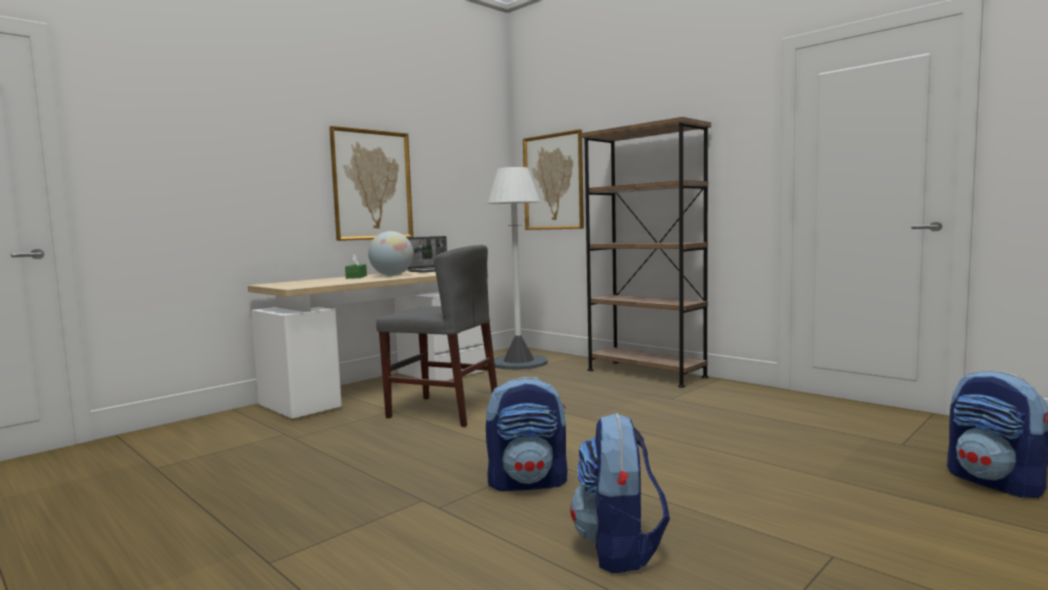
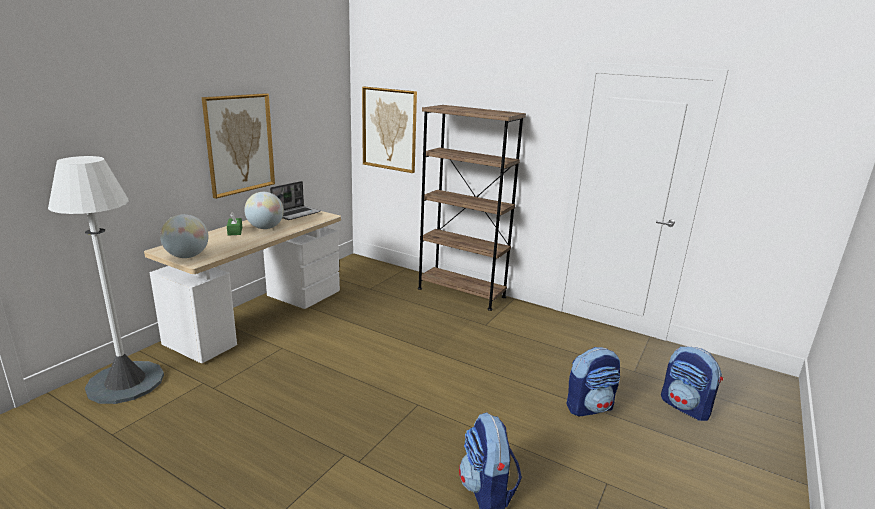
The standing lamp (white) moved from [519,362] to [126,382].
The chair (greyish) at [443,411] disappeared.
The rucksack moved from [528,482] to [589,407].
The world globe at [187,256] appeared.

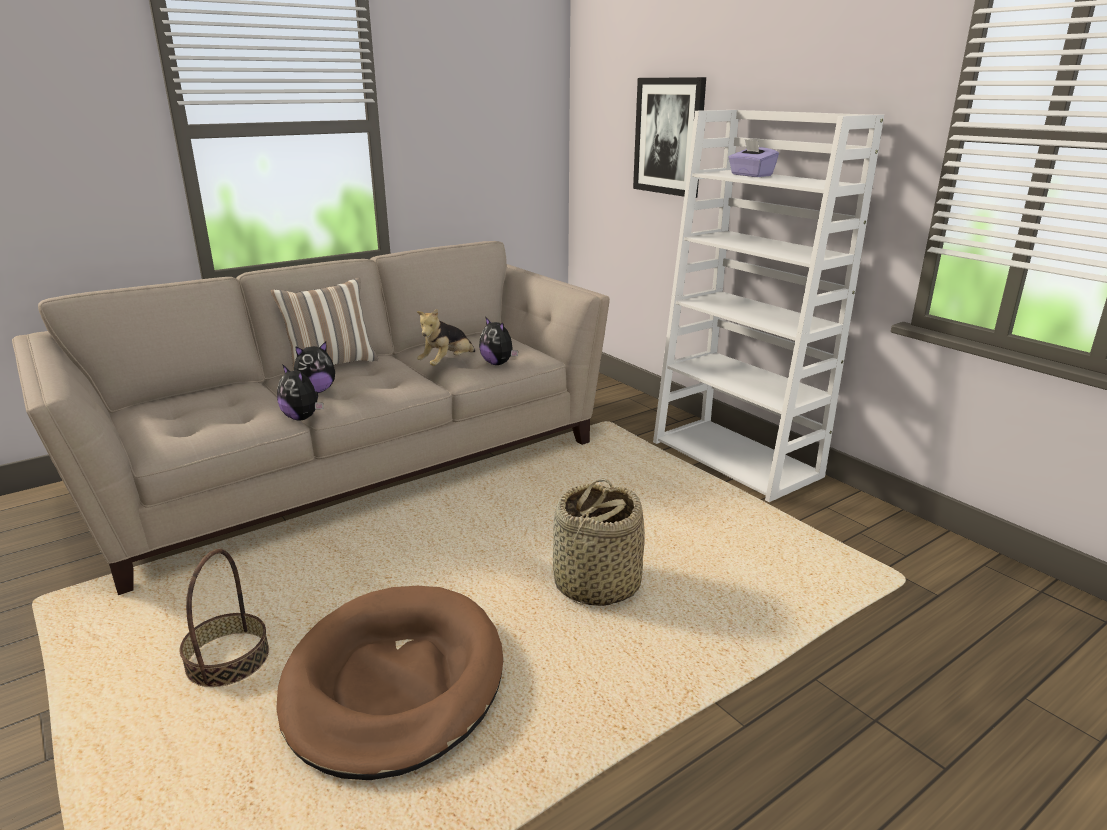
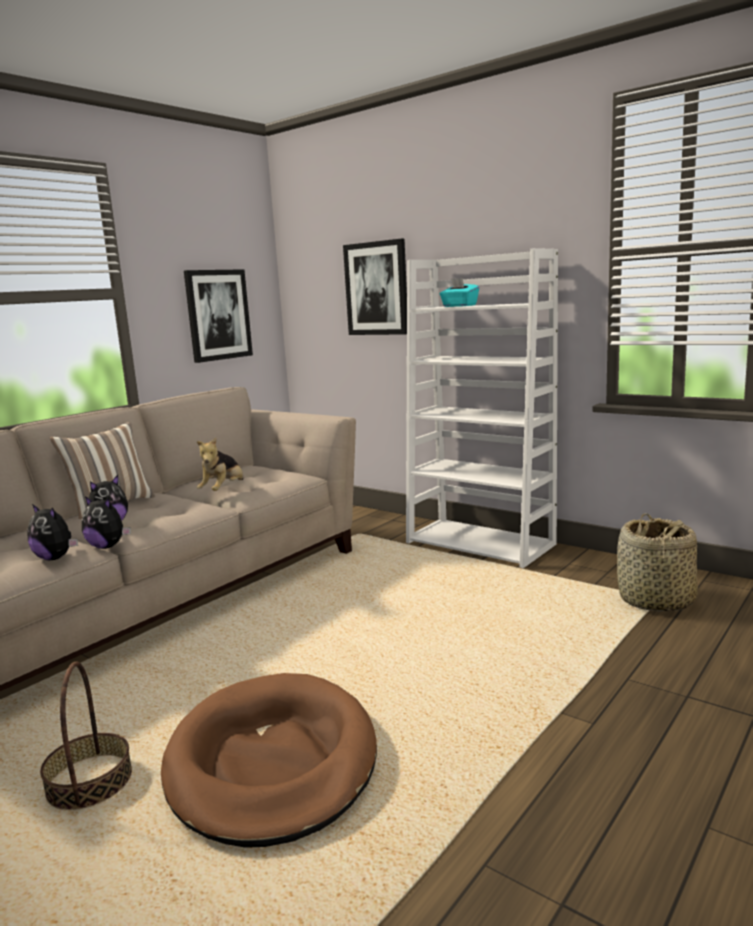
The tissue box (purplish) at [751,175] became the tissue box (turquoise-coloured) at [459,306].
The soft toy moved from [498,363] to [55,558].
The storage basket moved from [596,584] to [655,600].
The wall art at [218,315] appeared.

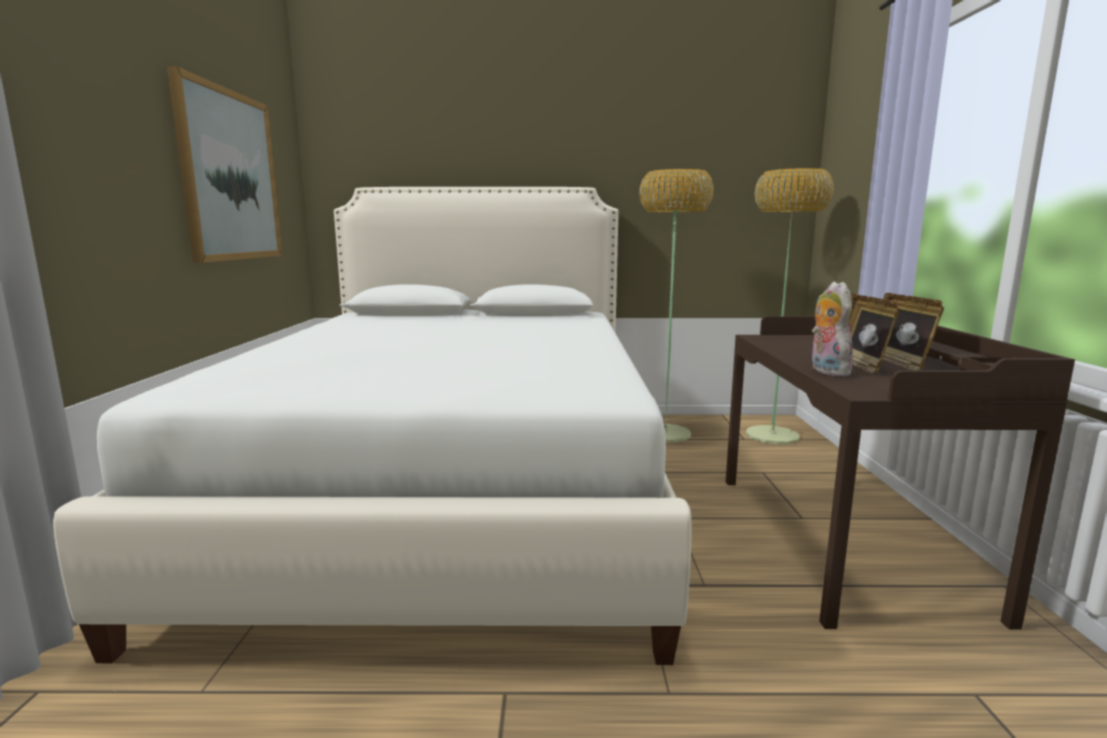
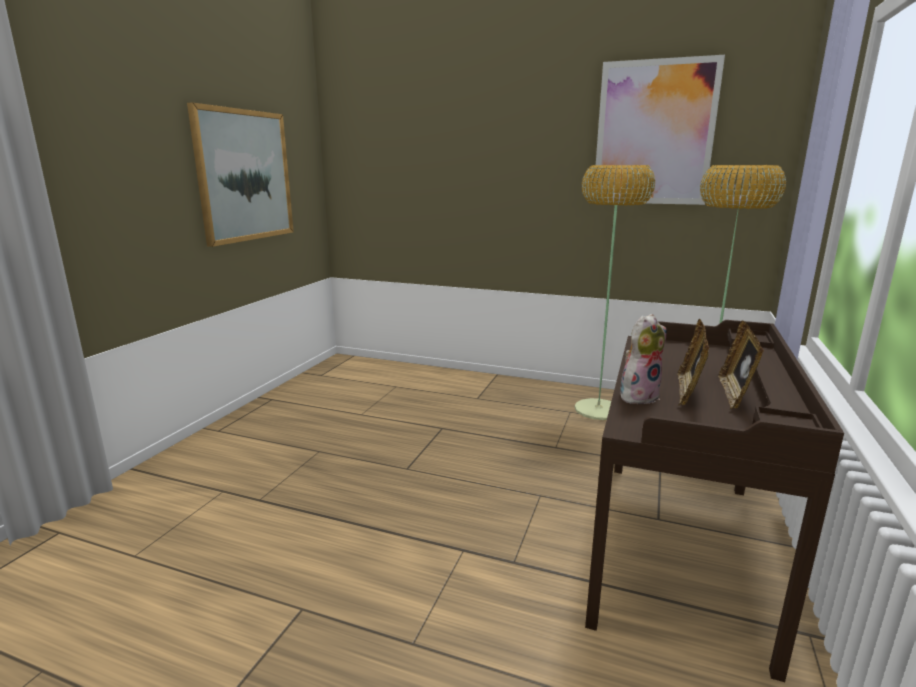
The bed (white) at [453,490] disappeared.
The soft toy at [826,371] turned 45 degrees clockwise.
The wall art at [654,133] appeared.

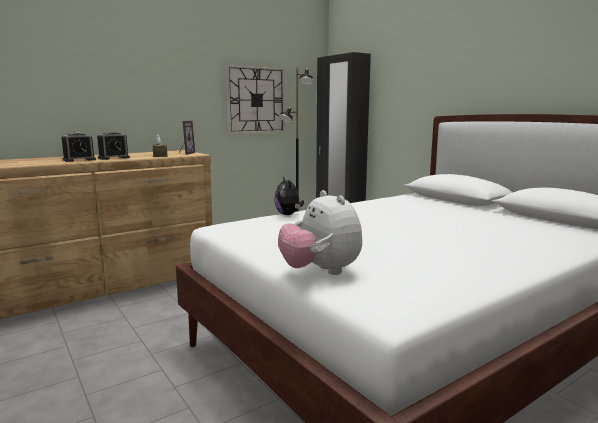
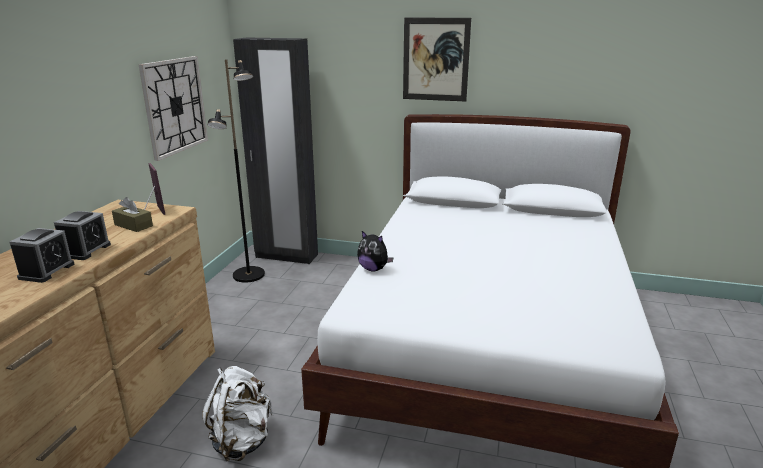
The soft toy at [320,271] disappeared.
The wall art at [435,59] appeared.
The rucksack (white) at [242,440] appeared.

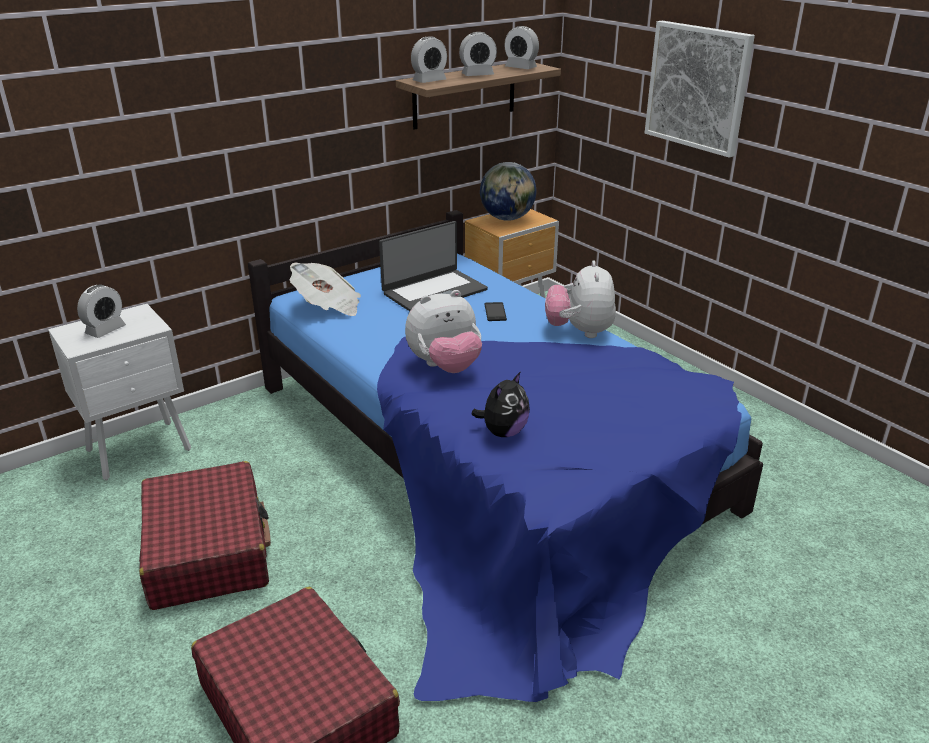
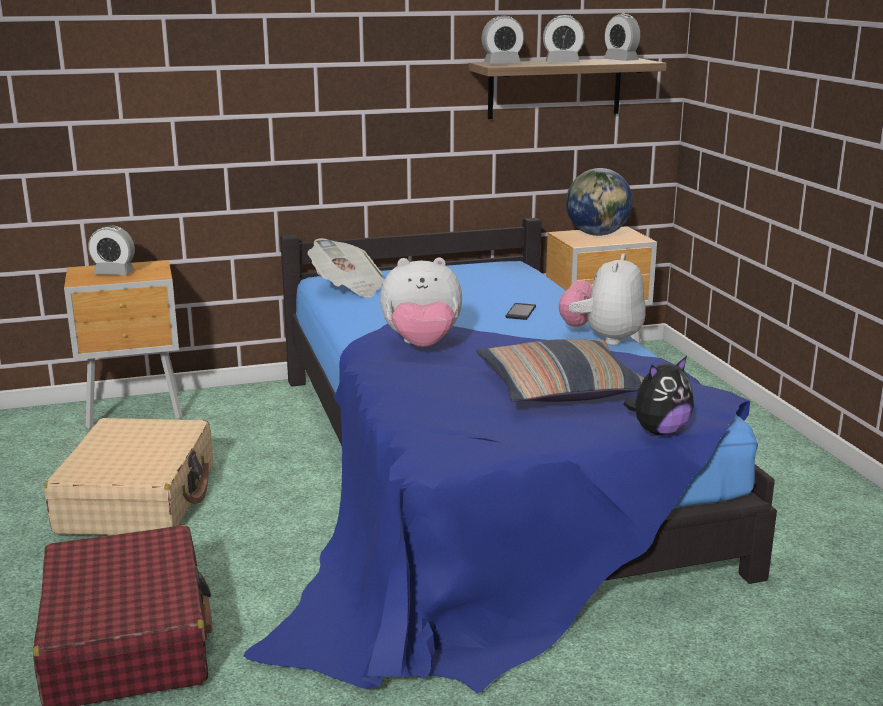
The wall art at [698,87] disappeared.
The portable computer at [434,291] disappeared.
The alarm clock at [105,330] turned 45 degrees clockwise.
The night table (white) at [142,450] became the night table (brown) at [136,412].
The soft toy moved from [503,432] to [659,431].
The piece of luggage (red) at [208,550] became the piece of luggage (beige-coloured) at [138,499].
The cushion at [560,388] appeared.

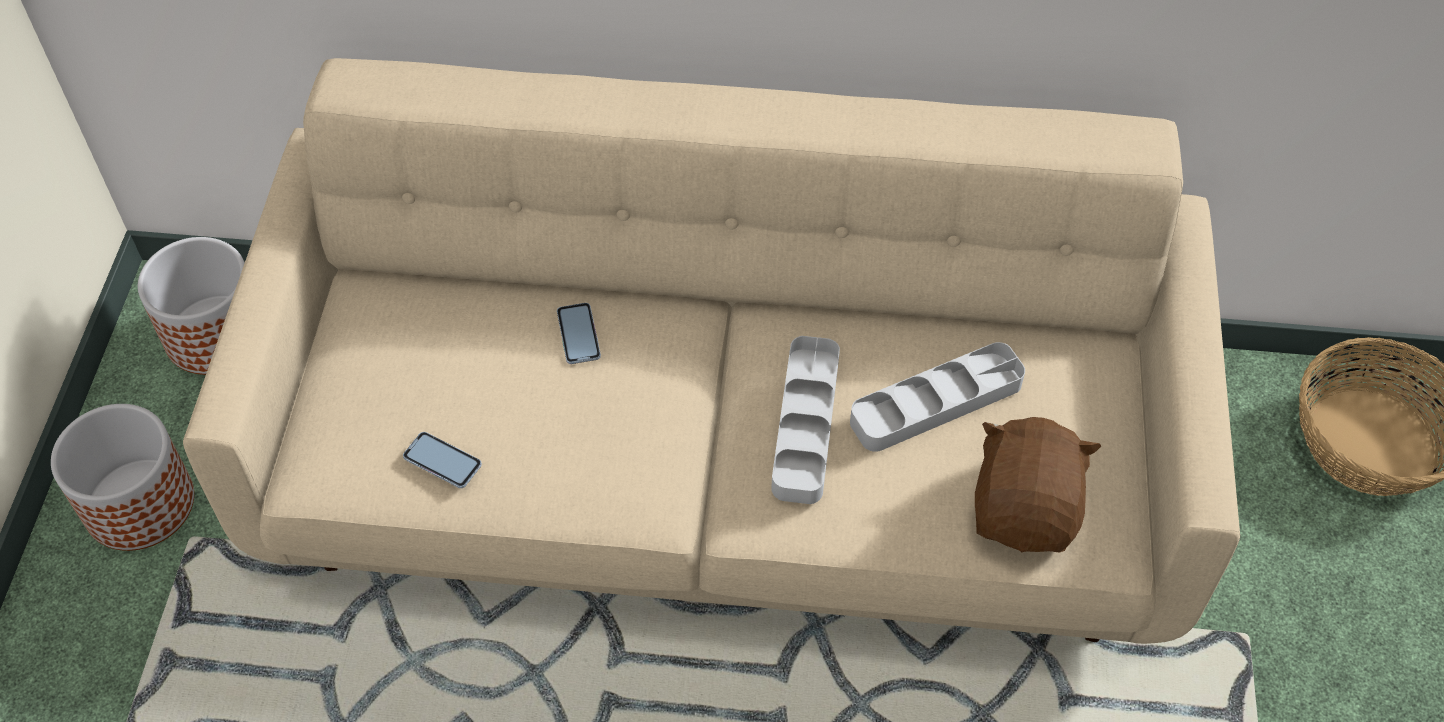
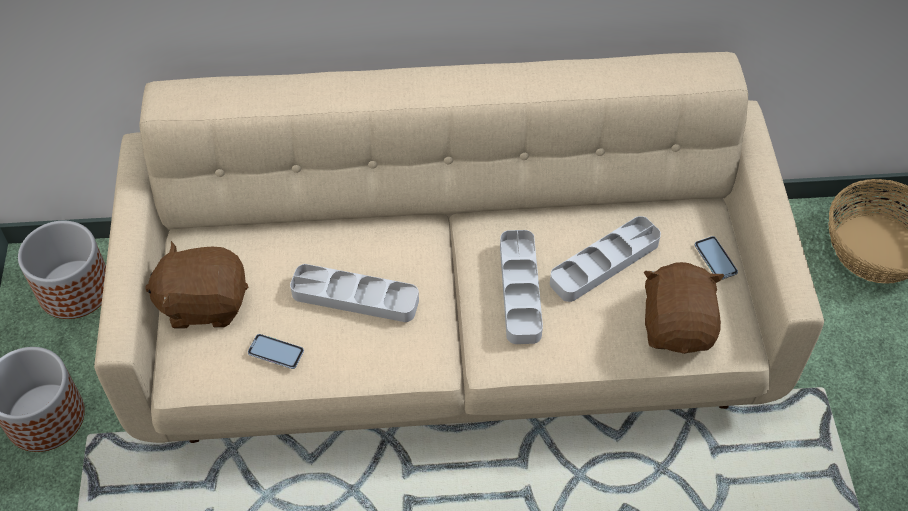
The handset moved from [578,334] to [715,258].
The soft toy (brown) at [204,303] appeared.
The tray (greyish) at [355,297] appeared.

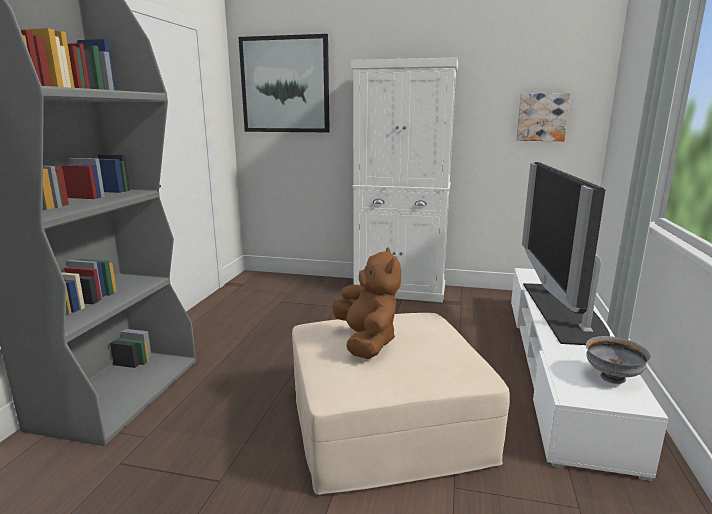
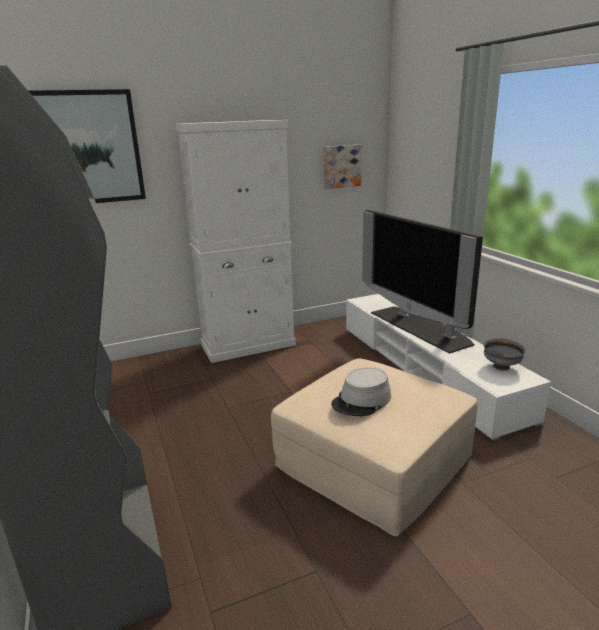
The soft toy (brown) at [366,342] was replaced by the hat (greyish) at [362,401].

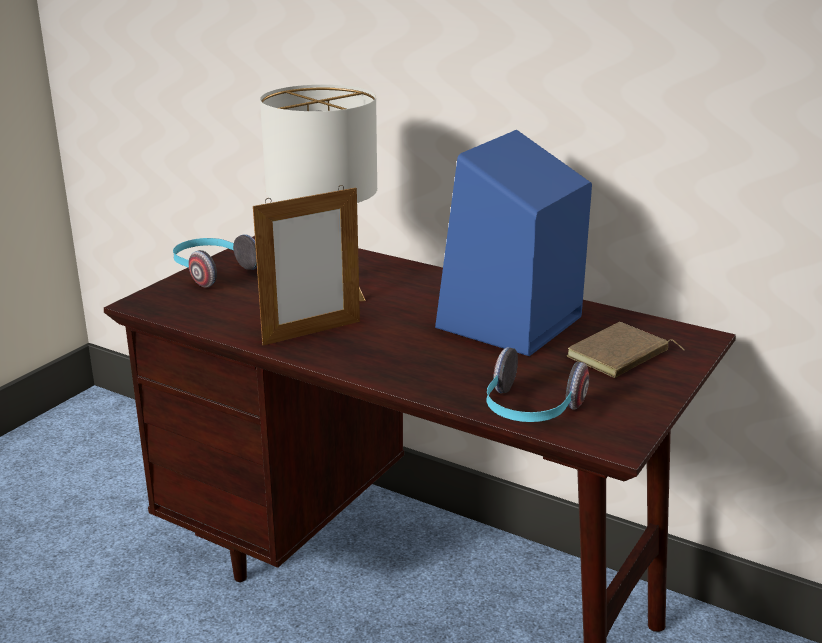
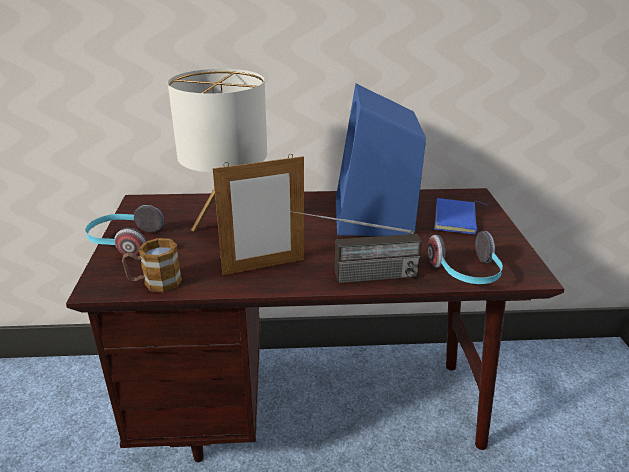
The picture frame at [312,332] turned 45 degrees clockwise.
The volume (brown) at [620,356] became the volume (blue) at [457,220].
The radio receiver at [354,277] appeared.
The coffee mug at [155,282] appeared.

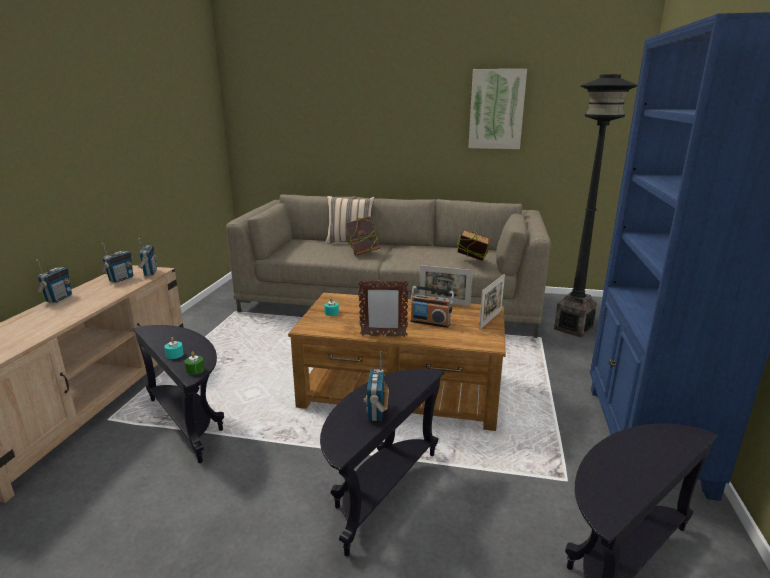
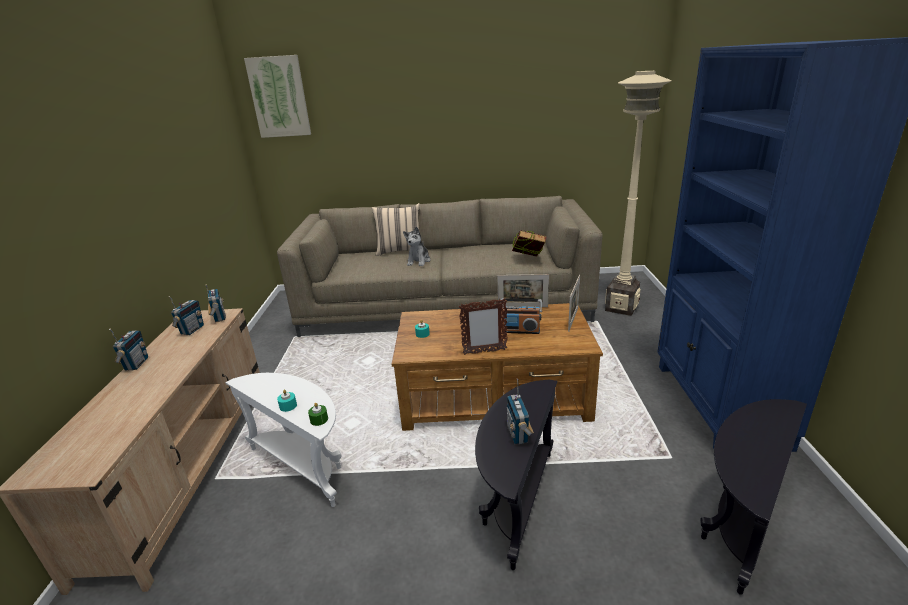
The wall art moved from [496,109] to [279,97].
The standing lamp (blackish) at [573,328] became the standing lamp (beige-coloured) at [621,307].
The volume at [363,252] was replaced by the soft toy at [419,261].
The accent table (blackish) at [190,422] became the accent table (white) at [303,465].

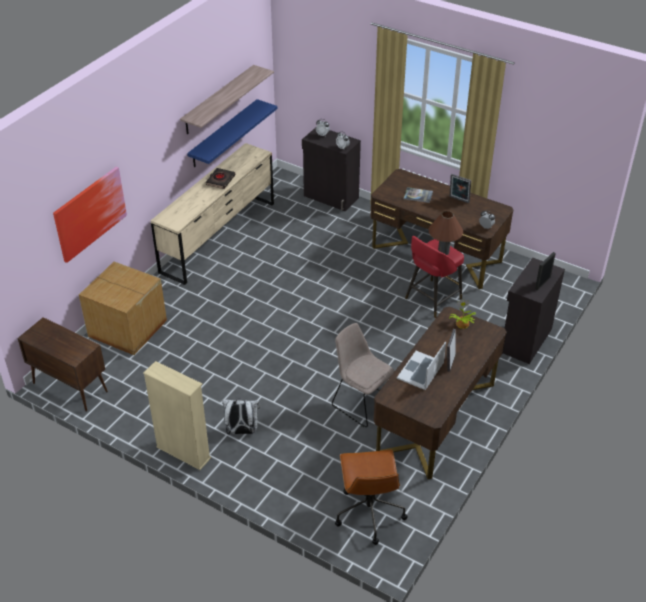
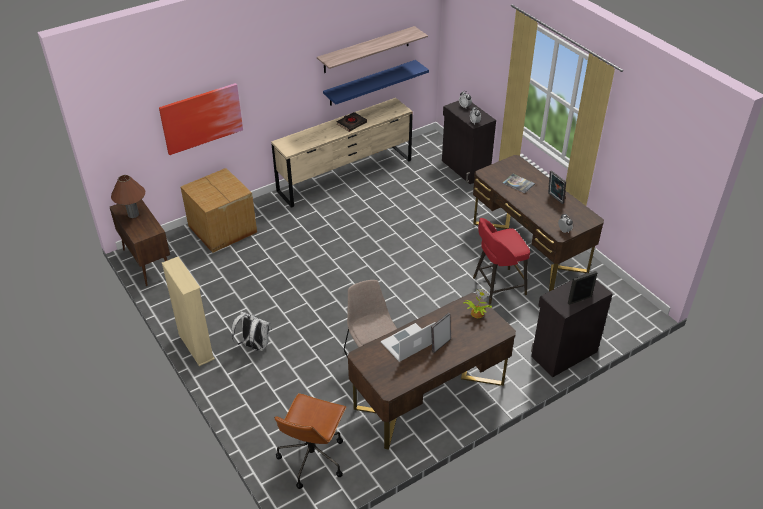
The table lamp (brown) moved from [443,252] to [133,214].

